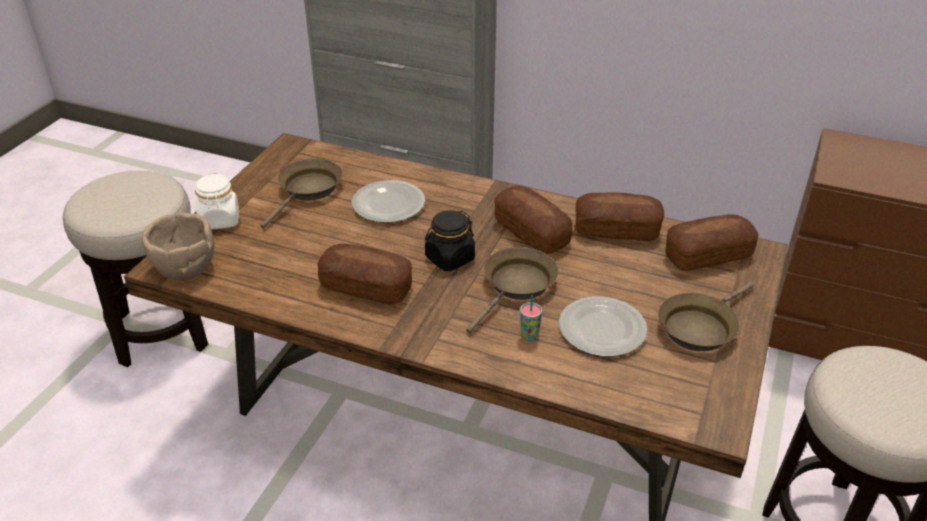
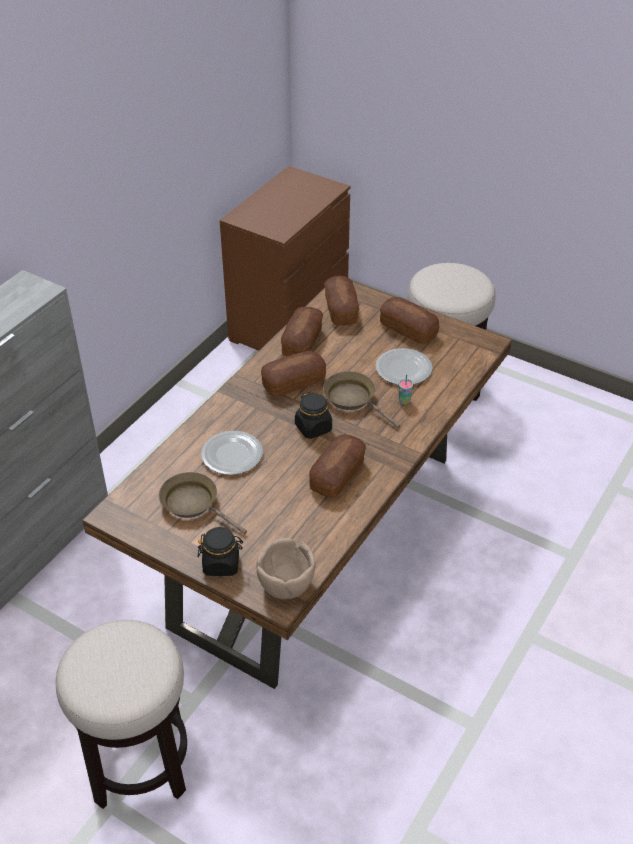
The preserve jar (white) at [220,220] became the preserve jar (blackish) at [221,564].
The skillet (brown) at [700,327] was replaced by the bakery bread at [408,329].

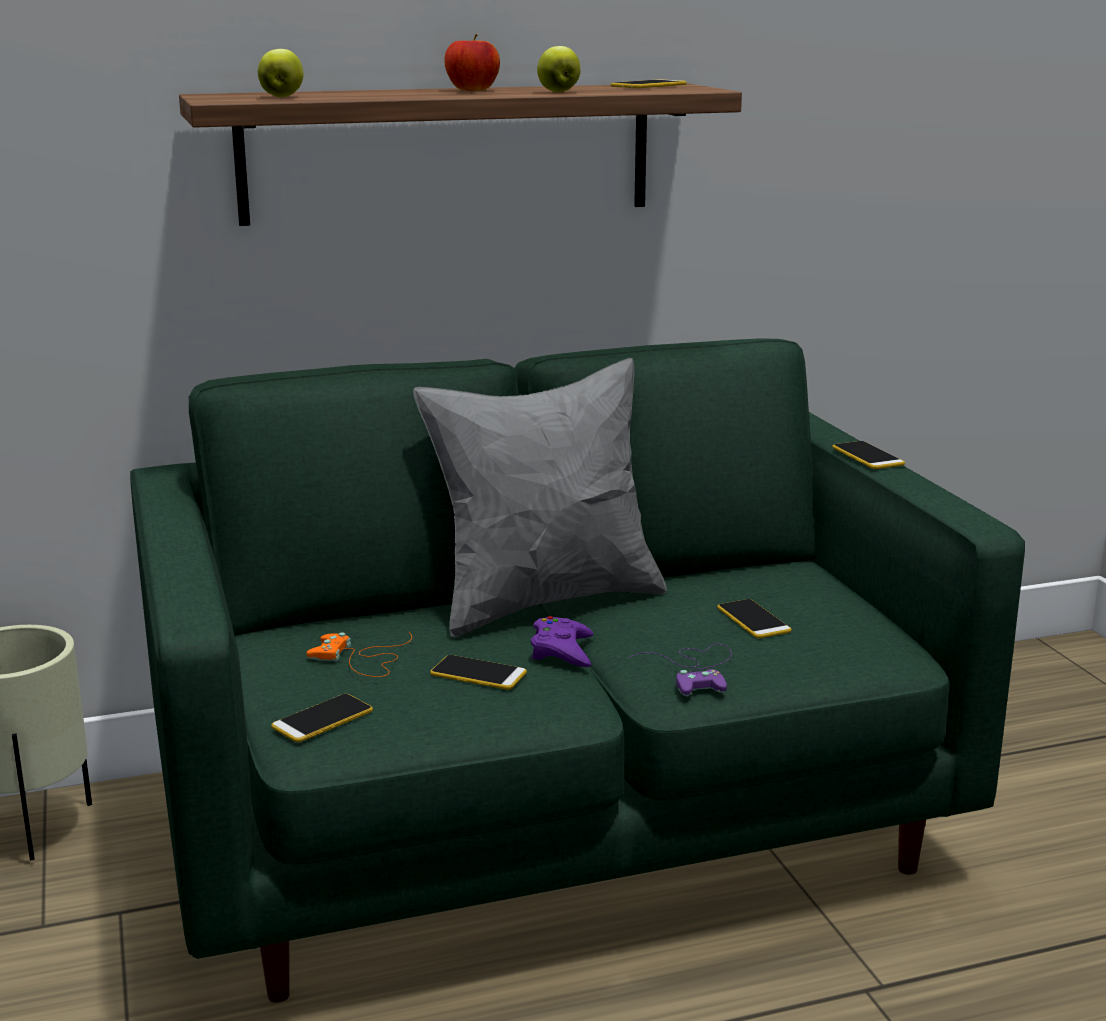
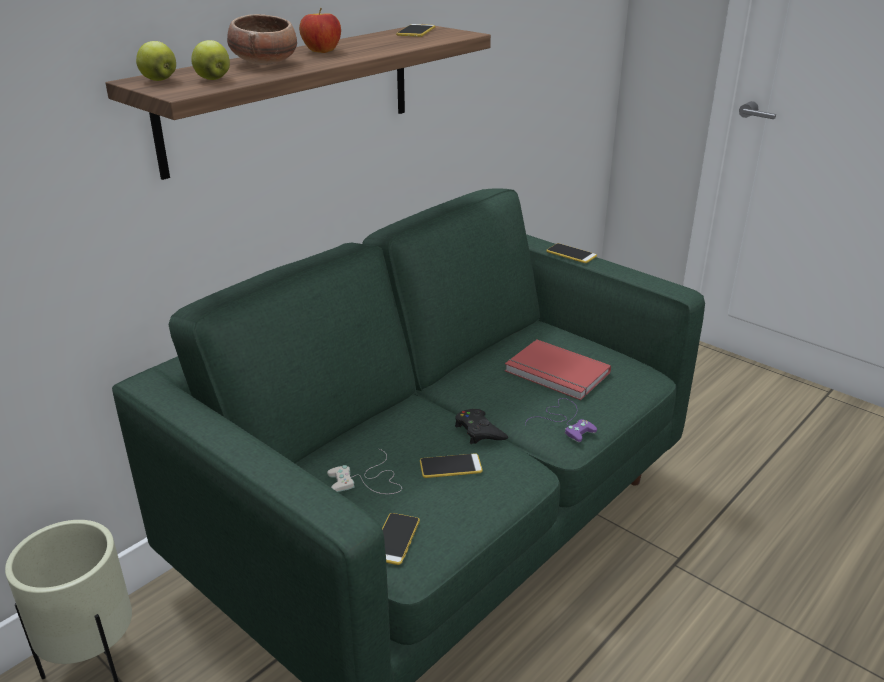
The apple fruit moved from [558,92] to [159,80].
The cushion (greyish) at [545,600] disappeared.
The handset at [753,620] was replaced by the volume (red) at [556,373].
The joypad (purplish) at [562,650] became the joypad (blackish) at [479,431].
The joypad (orange-coloured) at [362,660] became the joypad (white) at [368,480].
The bowl at [265,63] appeared.

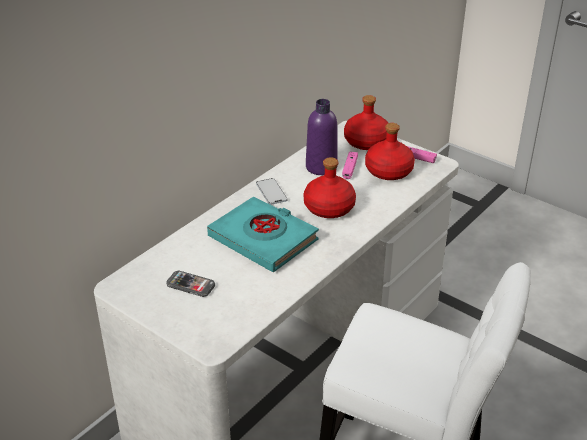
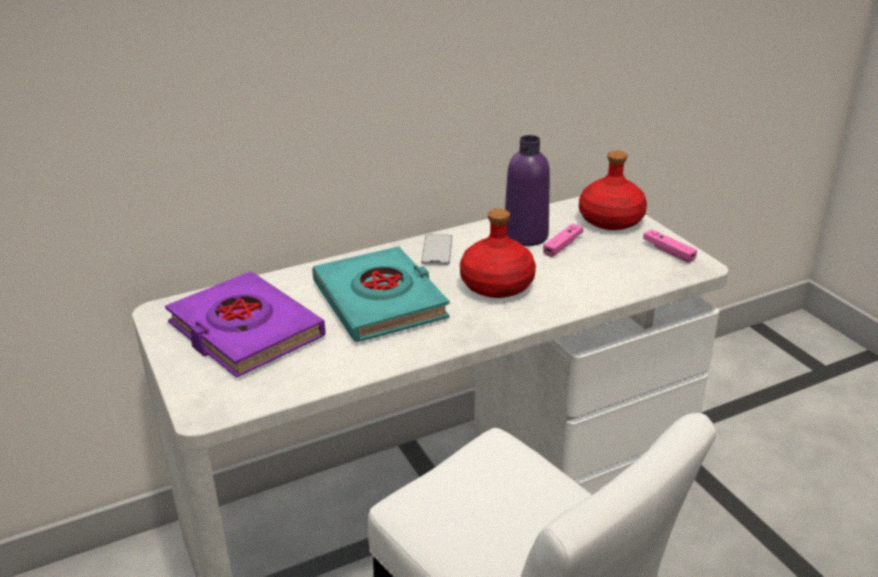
The beverage bottle (red) at [388,171] disappeared.
The handset at [190,285] was replaced by the volume (purplish) at [245,331].

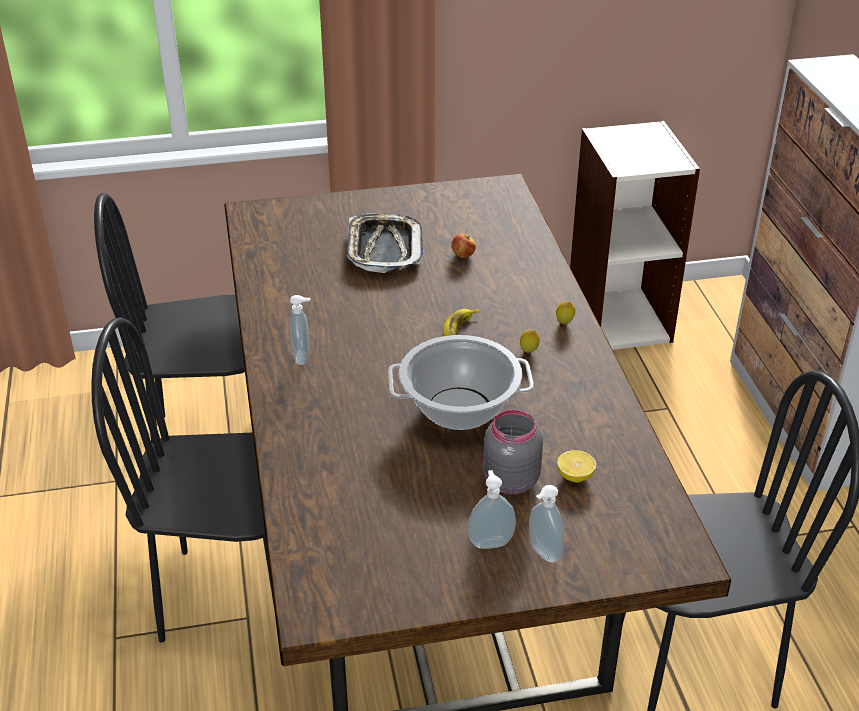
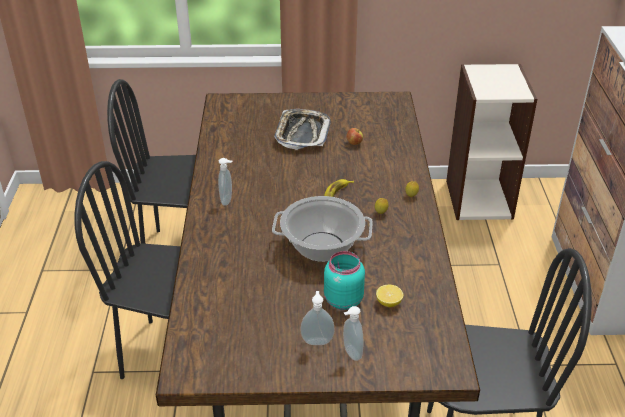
The preserve jar (greyish) at [509,481] became the preserve jar (turquoise-coloured) at [342,300].

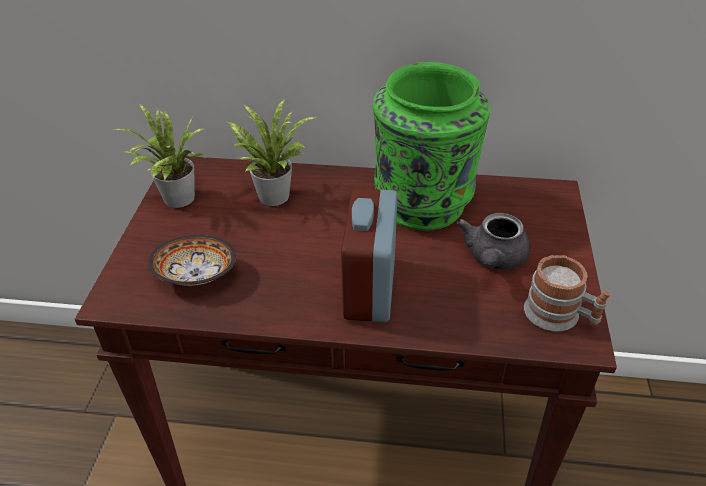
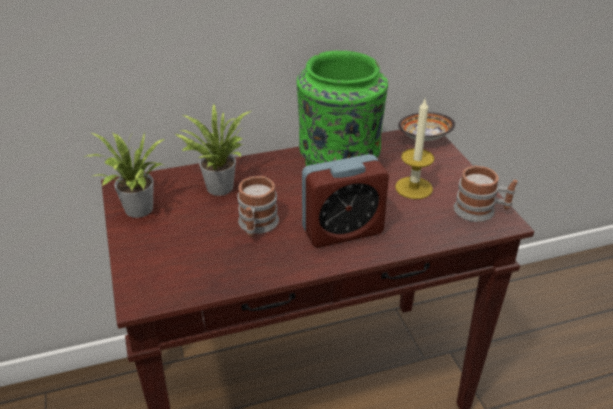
The alarm clock at [370,289] turned 90 degrees counterclockwise.
The teapot (greyish) at [493,259] was replaced by the wax light at [413,188].
The bowl moved from [197,277] to [426,138].
The coffee mug at [256,226] appeared.

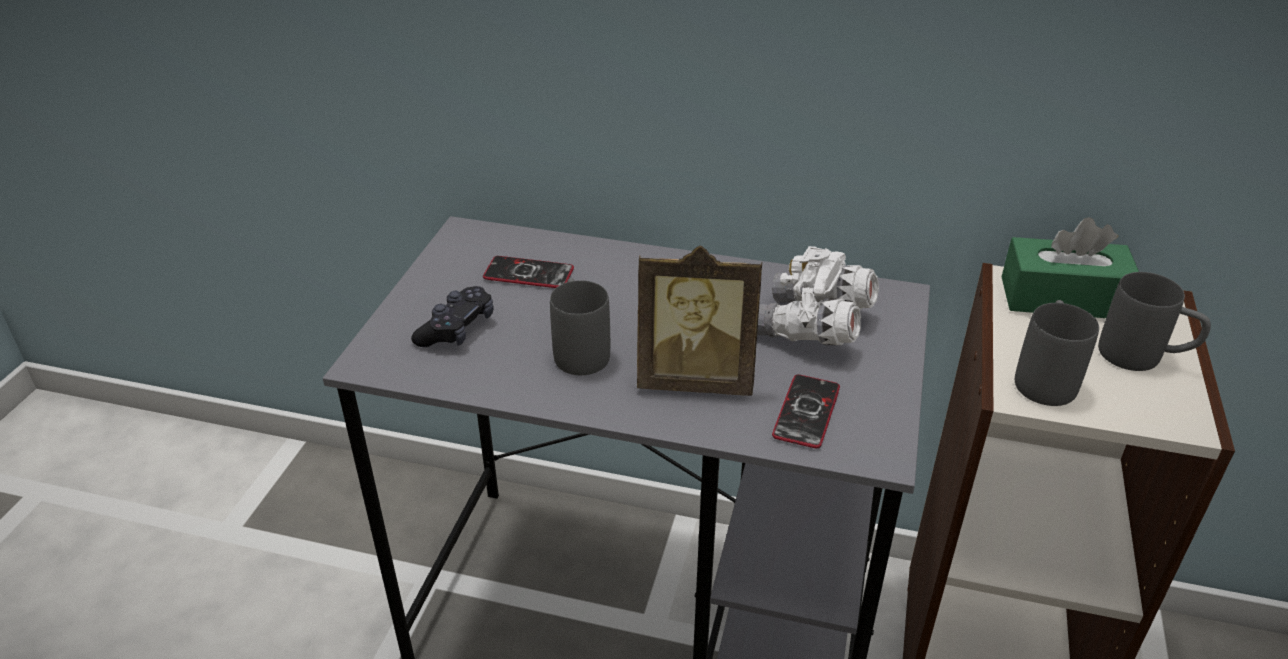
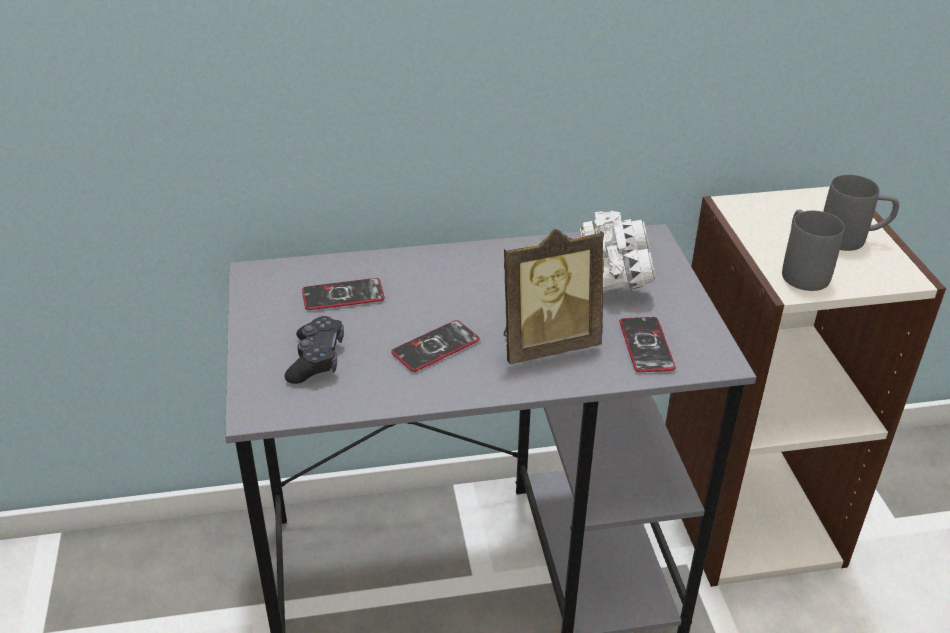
The tissue box (greenish) at [1062,298] disappeared.
The coffee mug (greyish) at [579,349] was replaced by the handset at [435,347].

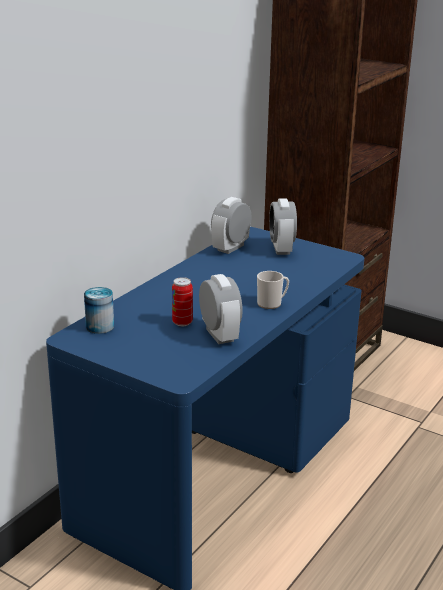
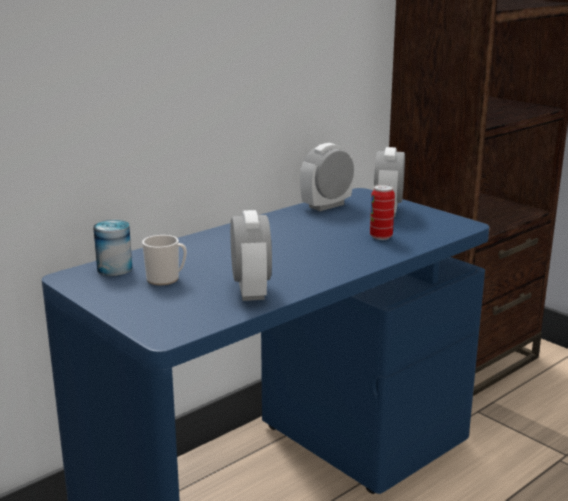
The coffee mug moved from [272,303] to [166,279].
The sealed can moved from [182,322] to [381,237].

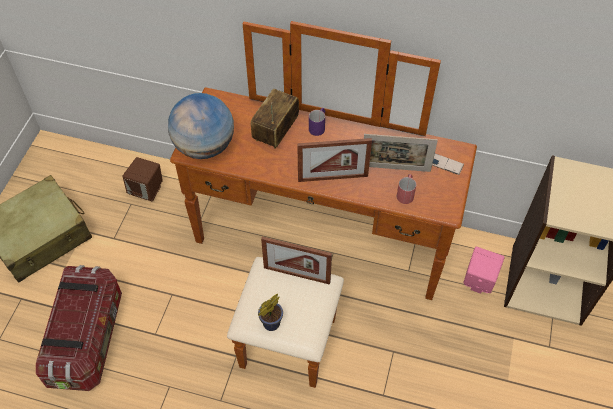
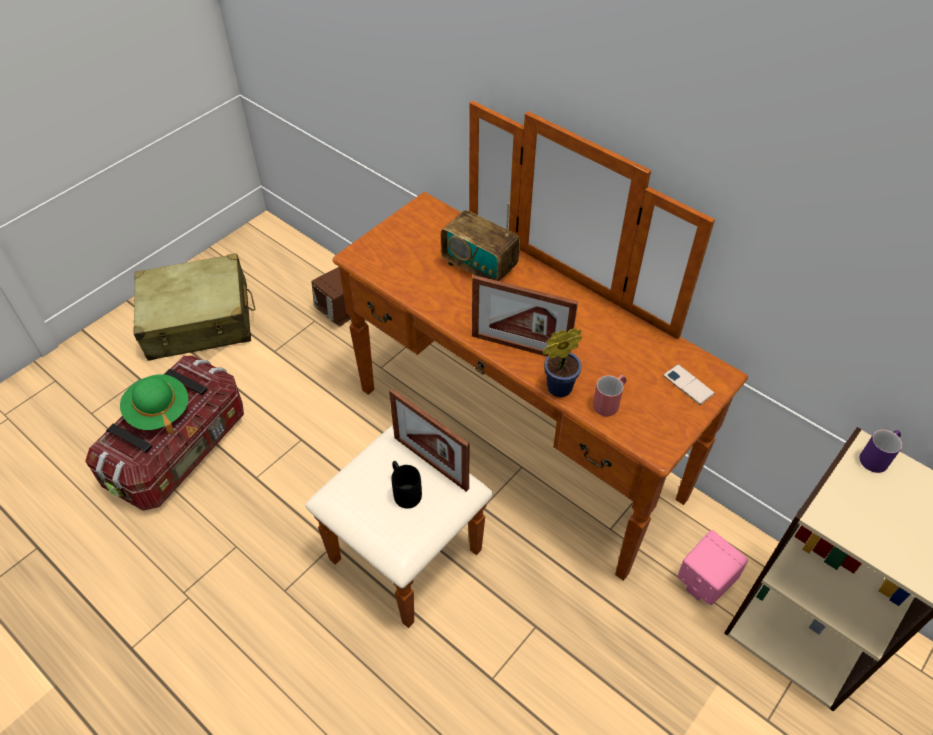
The radio receiver at [276,131] turned 105 degrees counterclockwise.
The world globe at [205,146] disappeared.
The coffee mug (purplish) moved from [318,126] to [877,457].
The picture frame at [395,168] disappeared.
The potted plant moved from [269,325] to [556,388].
The hat (greenish) at [158,411] appeared.
The coffee mug (blackish) at [404,491] appeared.

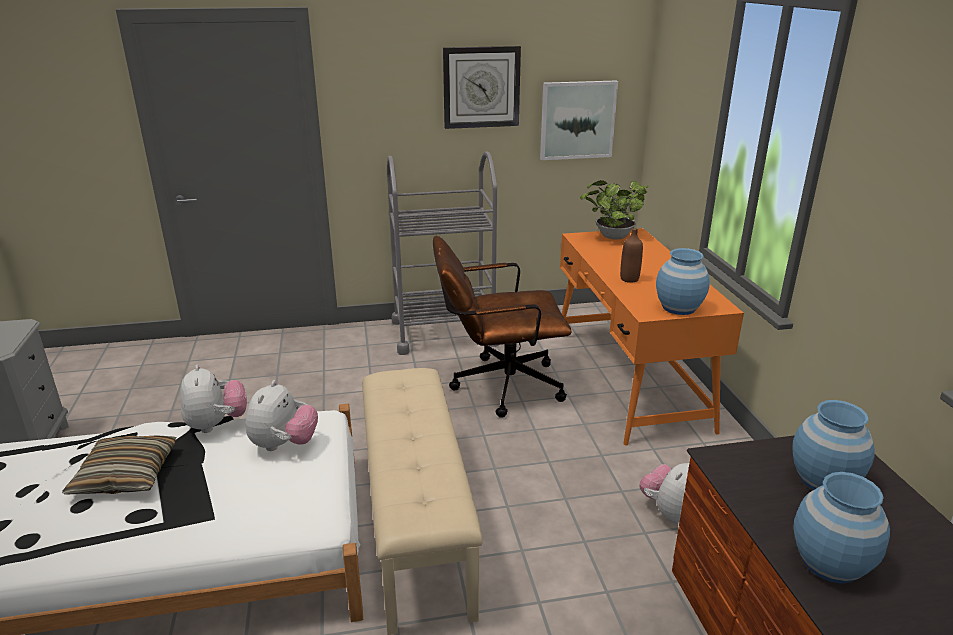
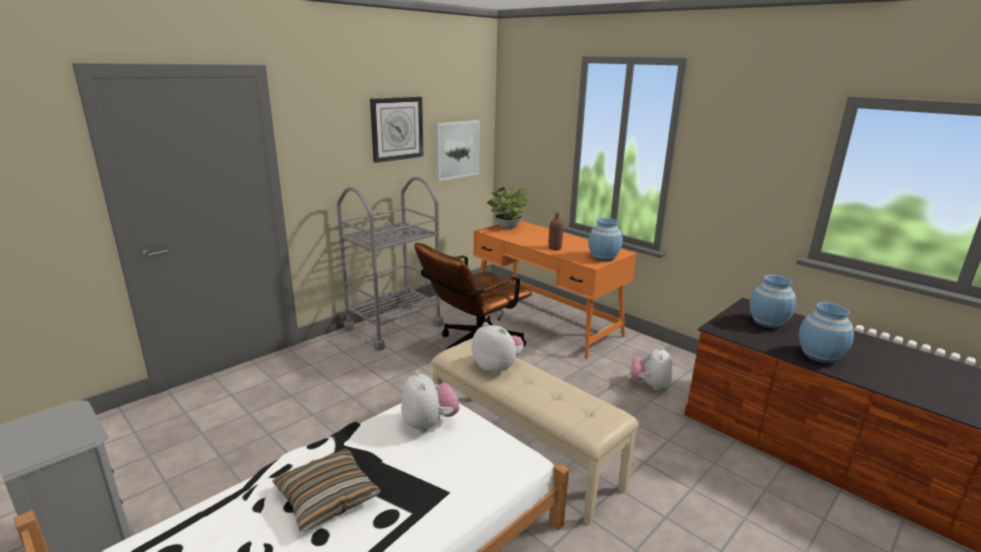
The soft toy moved from [216,424] to [497,368].

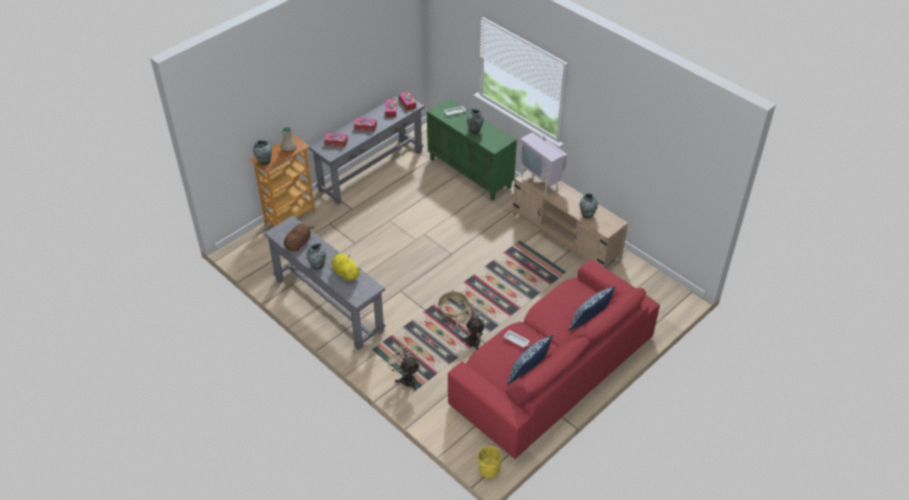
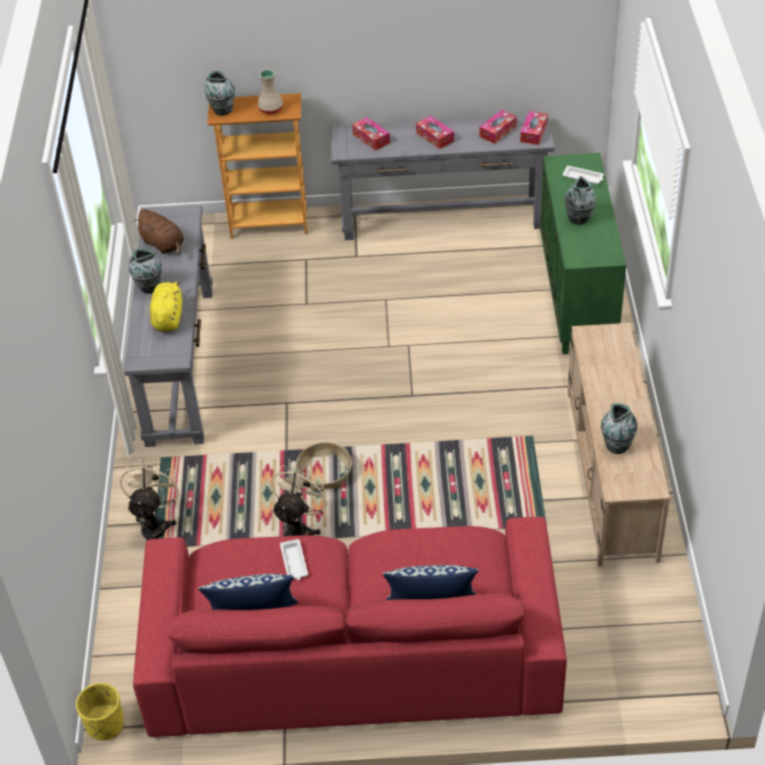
The TV set at [542,181] disappeared.
The soft toy (brown) at [298,243] turned 60 degrees clockwise.

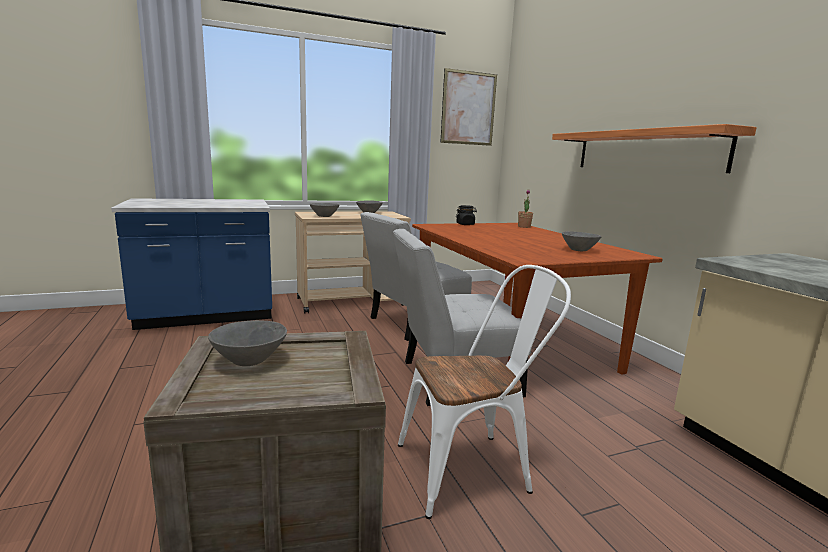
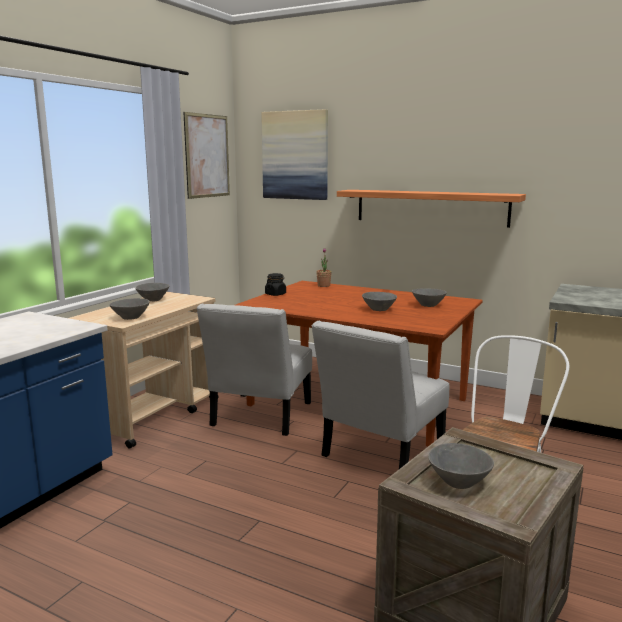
The wall art at [295,155] appeared.
The bowl (greyish) at [379,310] appeared.

